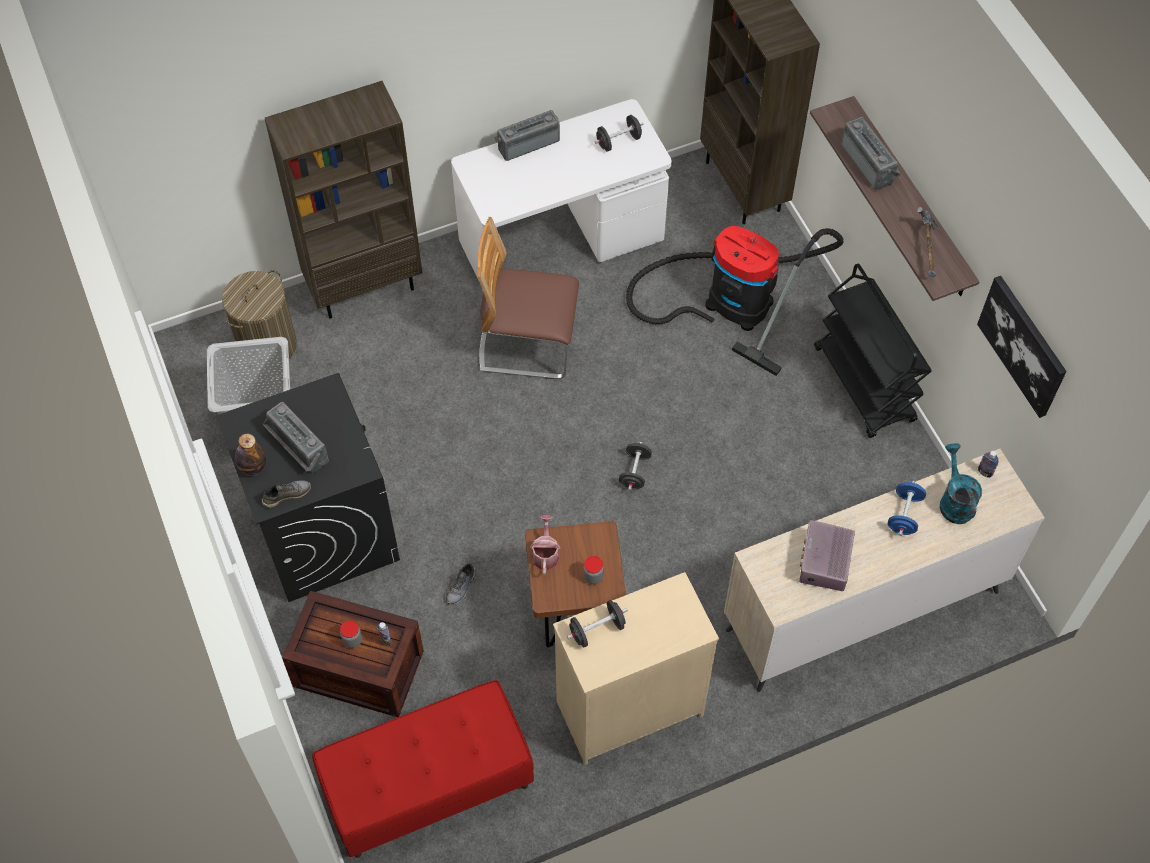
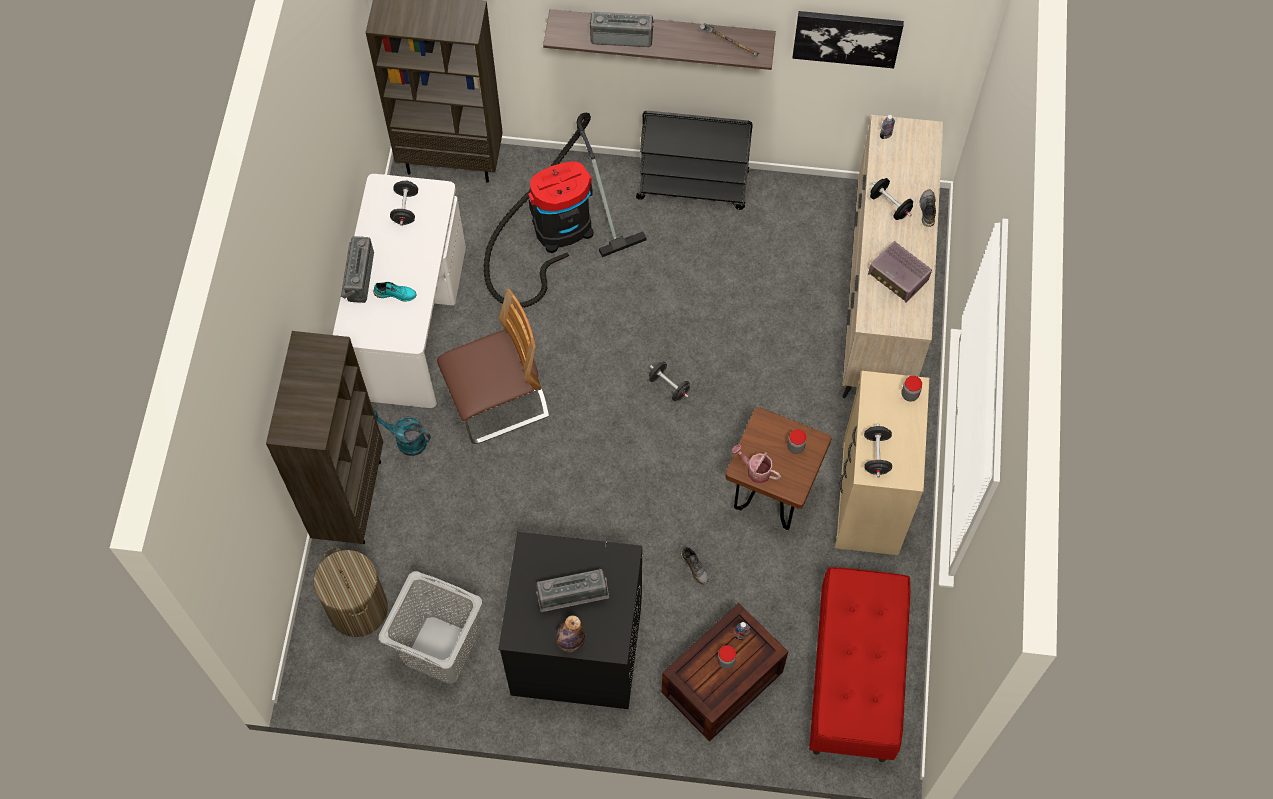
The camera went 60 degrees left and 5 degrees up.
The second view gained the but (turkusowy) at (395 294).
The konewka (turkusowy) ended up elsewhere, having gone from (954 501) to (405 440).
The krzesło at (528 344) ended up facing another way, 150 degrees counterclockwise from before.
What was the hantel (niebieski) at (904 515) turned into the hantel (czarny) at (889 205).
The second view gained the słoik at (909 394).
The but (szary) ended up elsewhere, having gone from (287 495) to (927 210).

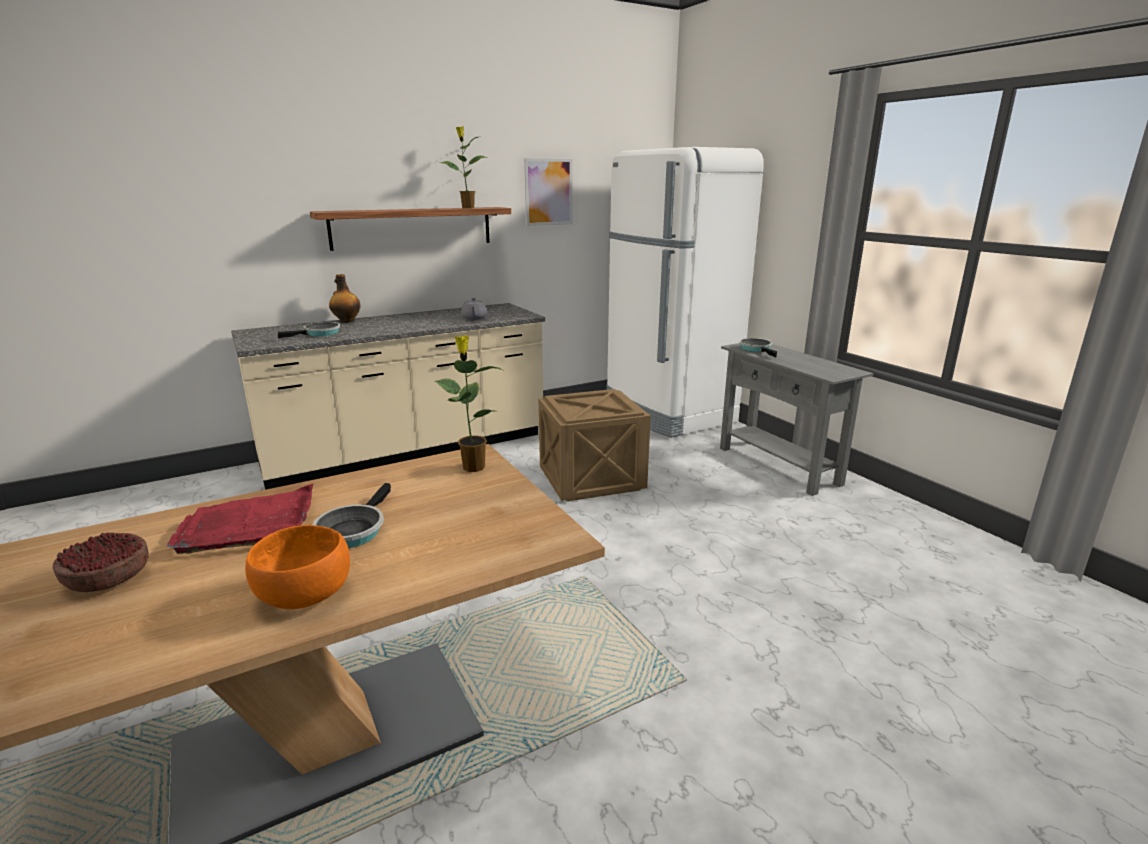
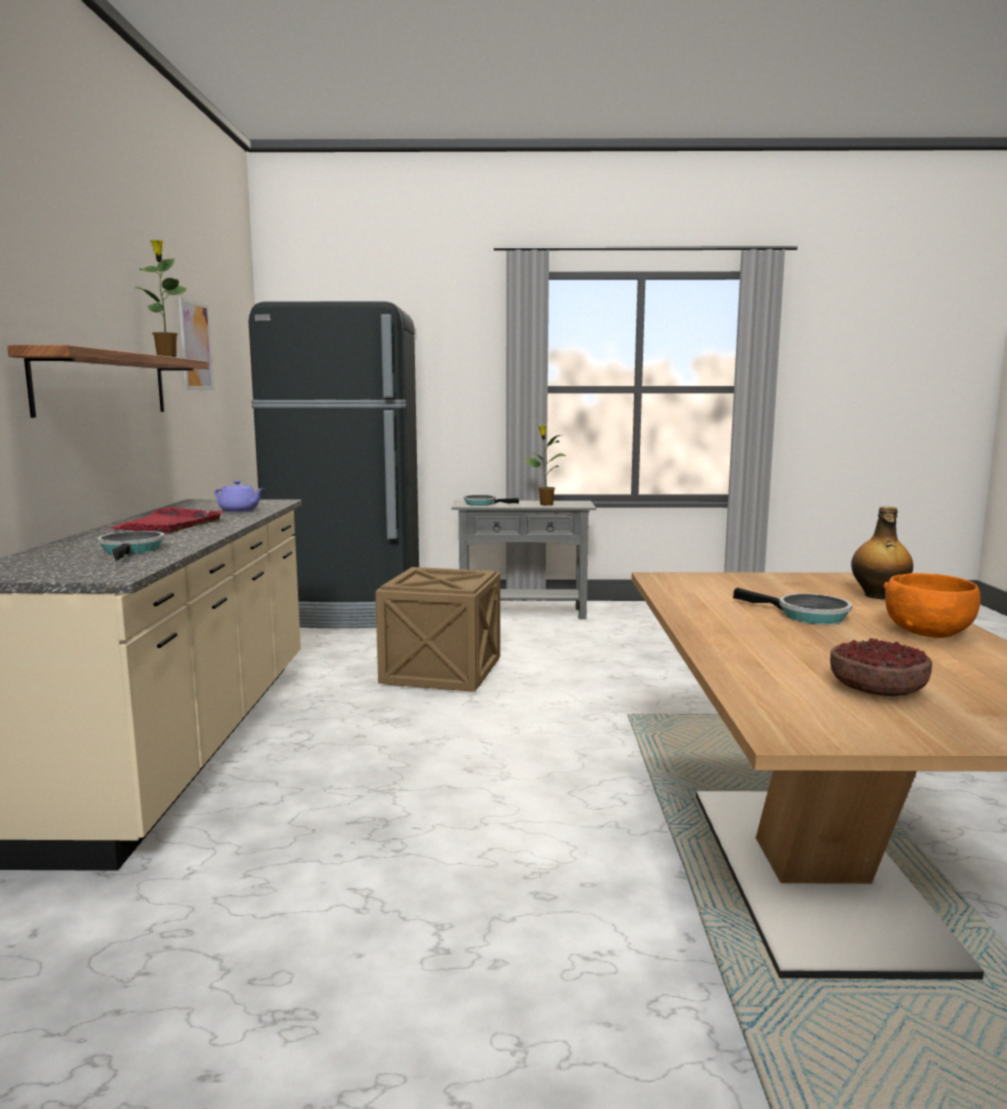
The camera went 60 degrees left and 10 degrees down.
The taca (czerwony) ended up elsewhere, having gone from (249 524) to (168 525).
What was the imbryk (szary) at (474 318) turned into the imbryk (fioletowy) at (240 511).
What was the lodówka (biały) at (668 413) turned into the lodówka (czarny) at (347 613).
The roślina doniczkowa ended up elsewhere, having gone from (473 466) to (545 504).
The butelka ended up elsewhere, having gone from (346 321) to (878 596).

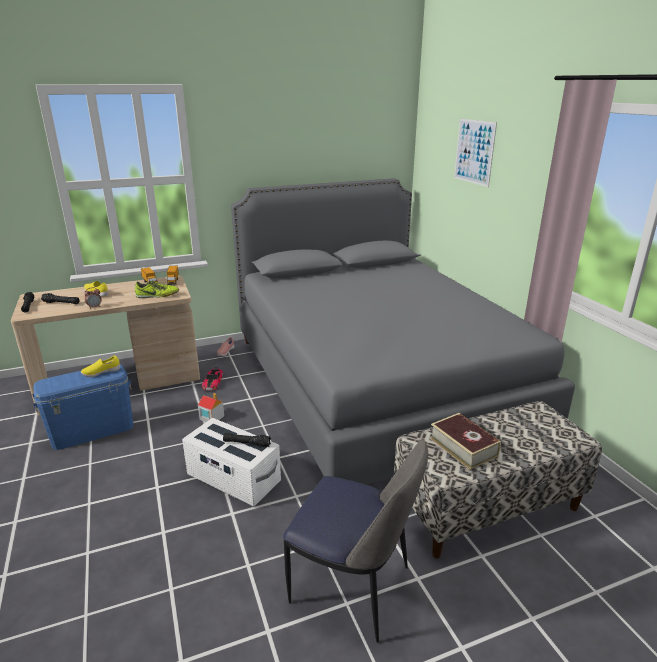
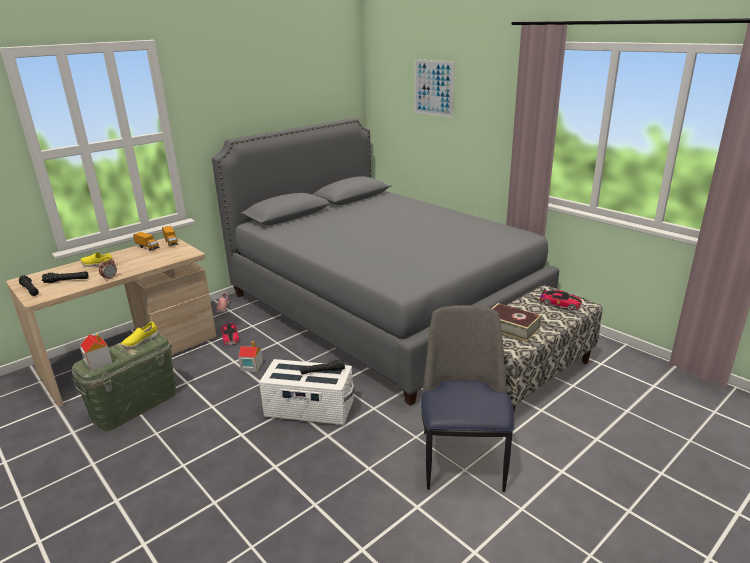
The camera went 20 degrees left and 0 degrees up.
What was the pojemnik do przechowywania (niebieski) at (92 430) turned into the pojemnik do przechowywania (zielony) at (135 405).
The second view gained the domek at (98 362).
The krzesło at (353 587) ended up facing another way, 90 degrees counterclockwise from before.
The second view gained the samochodzik at (560 303).
The second view lost the but at (157 296).

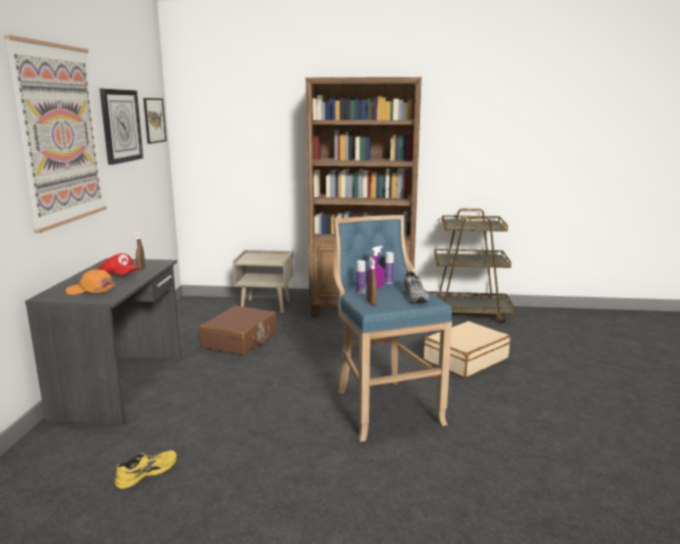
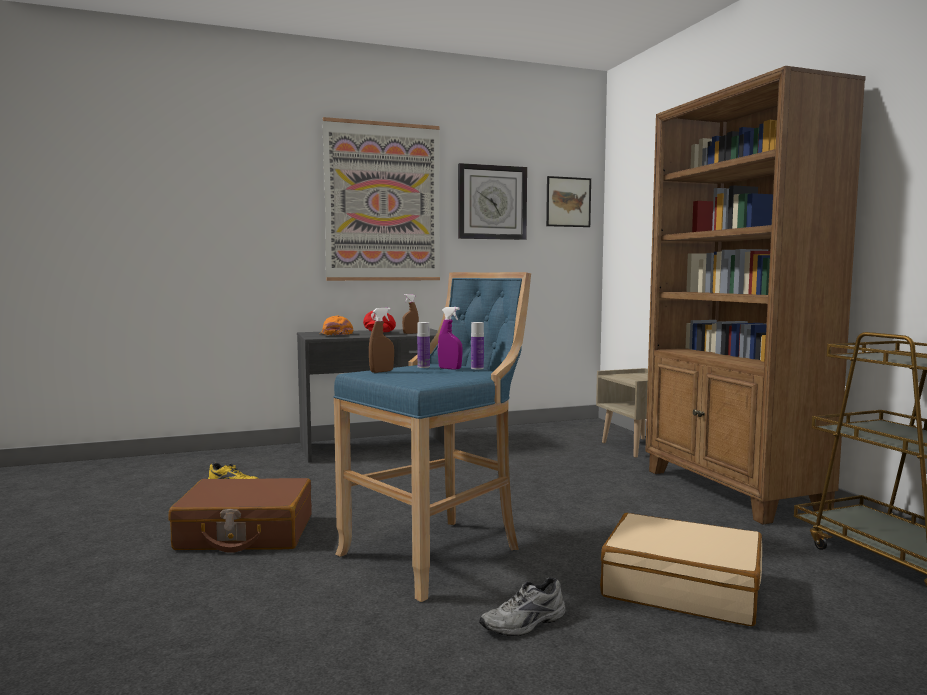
The camera went 65 degrees right and 10 degrees down.
The walizka (brązowy) ended up elsewhere, having gone from (240 340) to (245 533).
The but (szary) ended up elsewhere, having gone from (416 297) to (525 624).

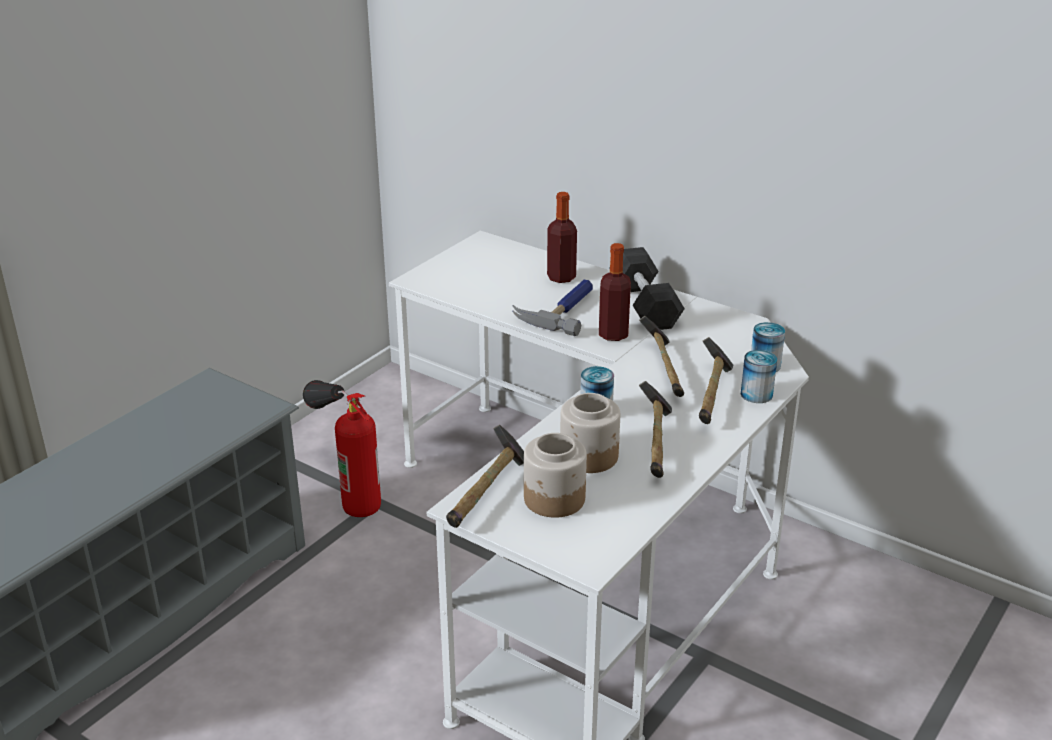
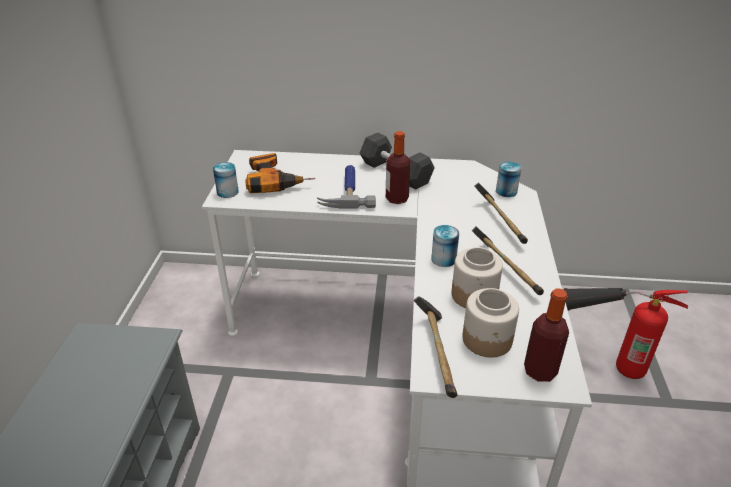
The camera went 30 degrees left and 5 degrees up.
The puszka ended up elsewhere, having gone from (756 394) to (227 192).
The second view gained the wiertarka at (275 180).
The butelka ended up elsewhere, having gone from (561 277) to (540 371).
The gaśnica ended up elsewhere, having gone from (347 487) to (602 358).
The second view lost the młotek at (665 370).

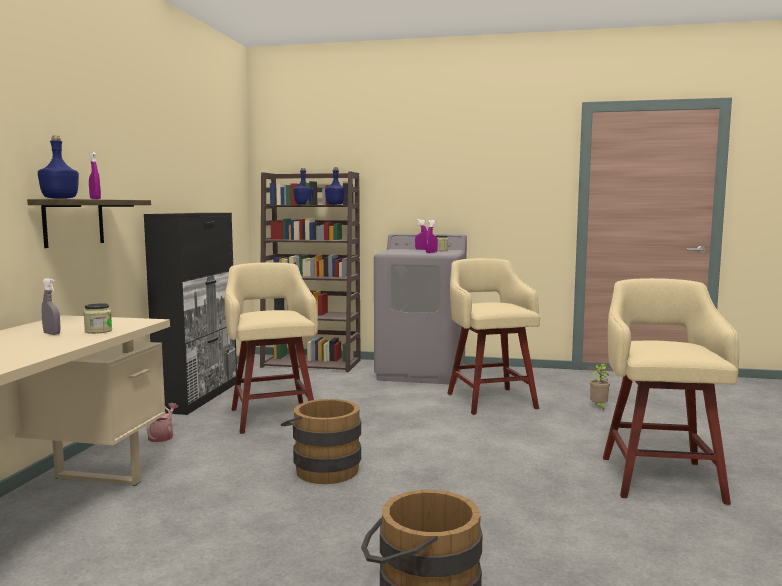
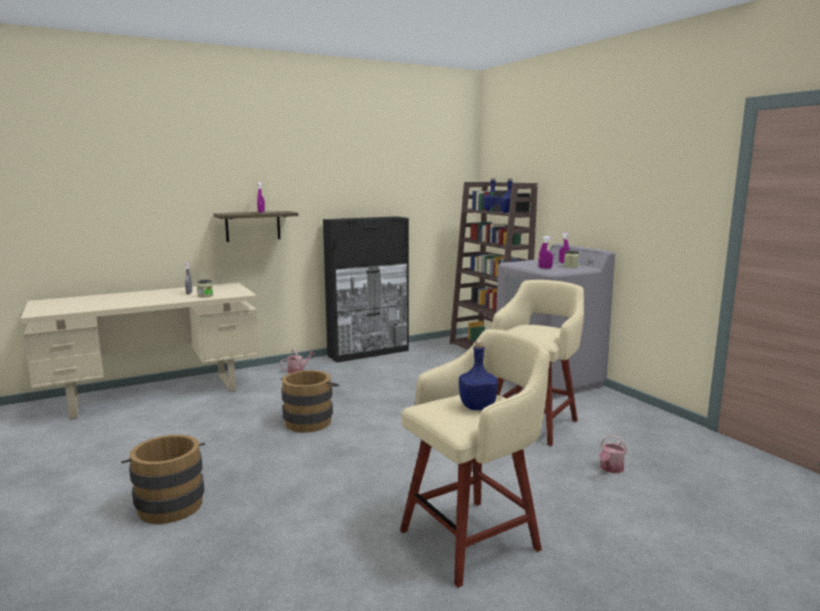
The camera went 50 degrees right and 5 degrees up.
The butelka (niebieski) ended up elsewhere, having gone from (59 198) to (476 407).
Where the roślina doniczkowa stood at (598 407), the konewka came to stand at (610 469).
The second view lost the stołek (beżowy) at (273 415).

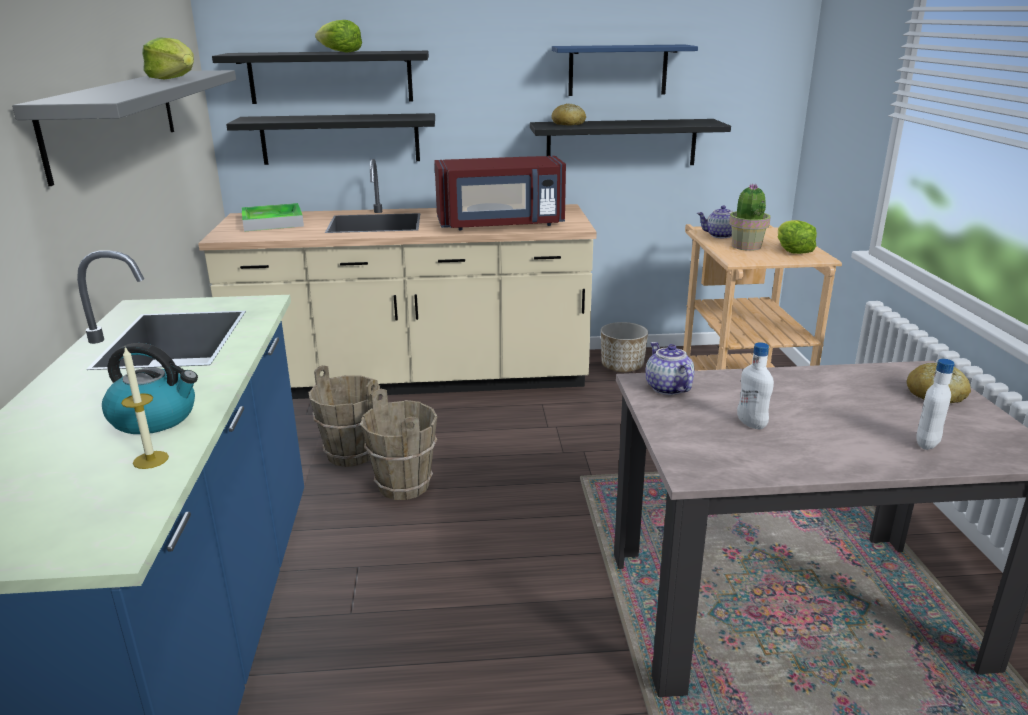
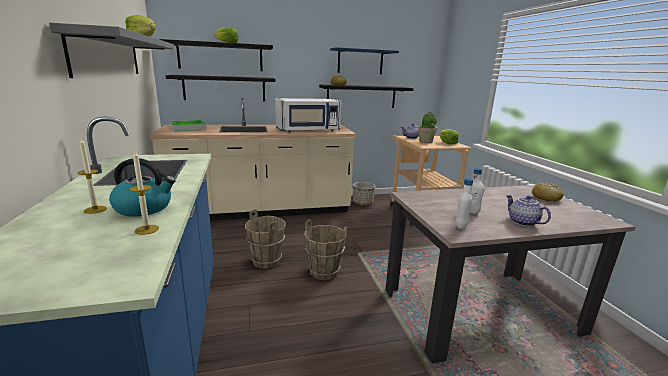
The camera went 10 degrees left and 5 degrees down.
The second view gained the świeca at (95 209).
What was the mikrofalówka (czerwony) at (501 224) turned into the mikrofalówka (biały) at (308 130).
The wiadro (brązowy) ended up elsewhere, having gone from (350 454) to (324 272).
The butelka (biały) ended up elsewhere, having gone from (927 444) to (461 226).
The imbryk ended up elsewhere, having gone from (667 388) to (522 222).

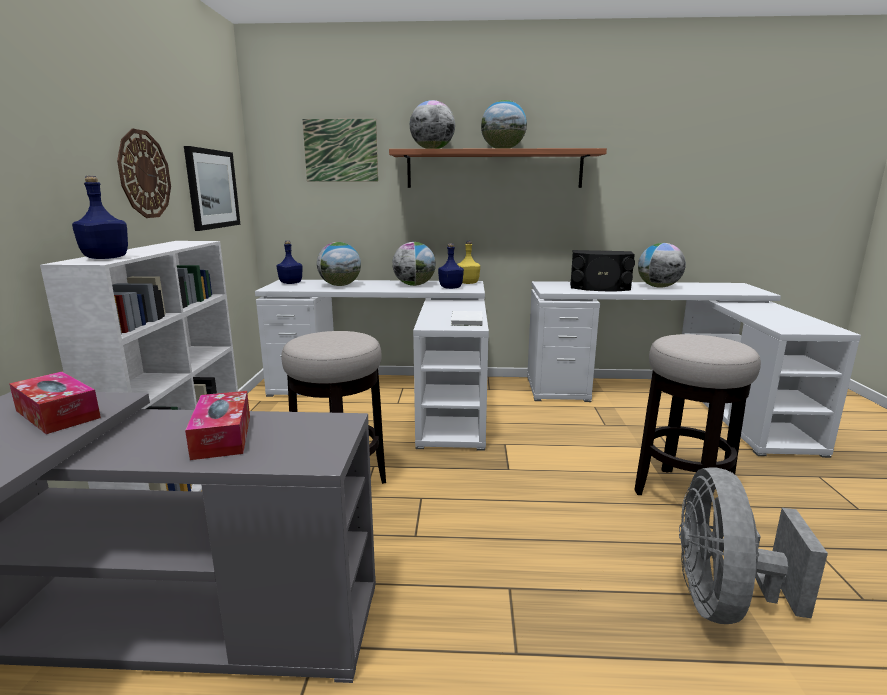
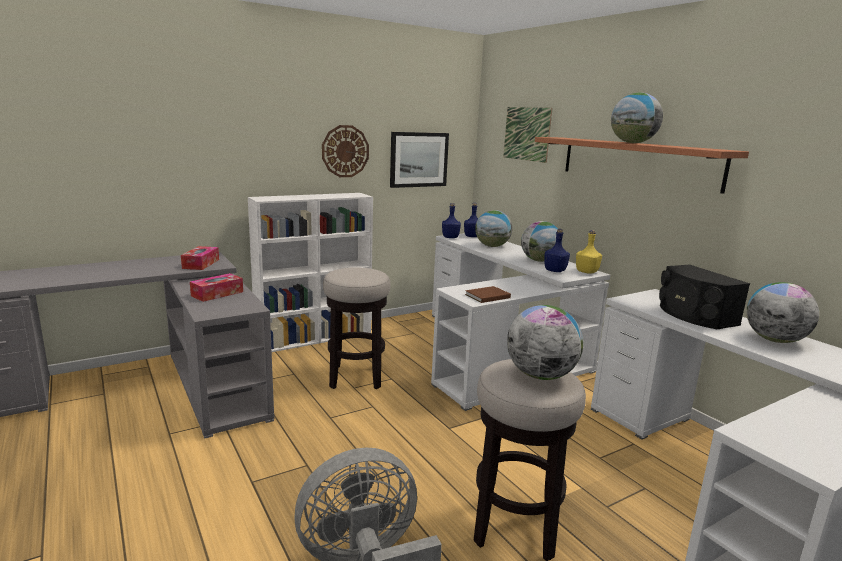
The camera went 55 degrees right and 0 degrees up.
The butelka (niebieski) ended up elsewhere, having gone from (106 258) to (450 237).
What was the książka (biały) at (466 321) turned into the książka (brązowy) at (486 296).
The globus ended up elsewhere, having gone from (432 149) to (540 375).

